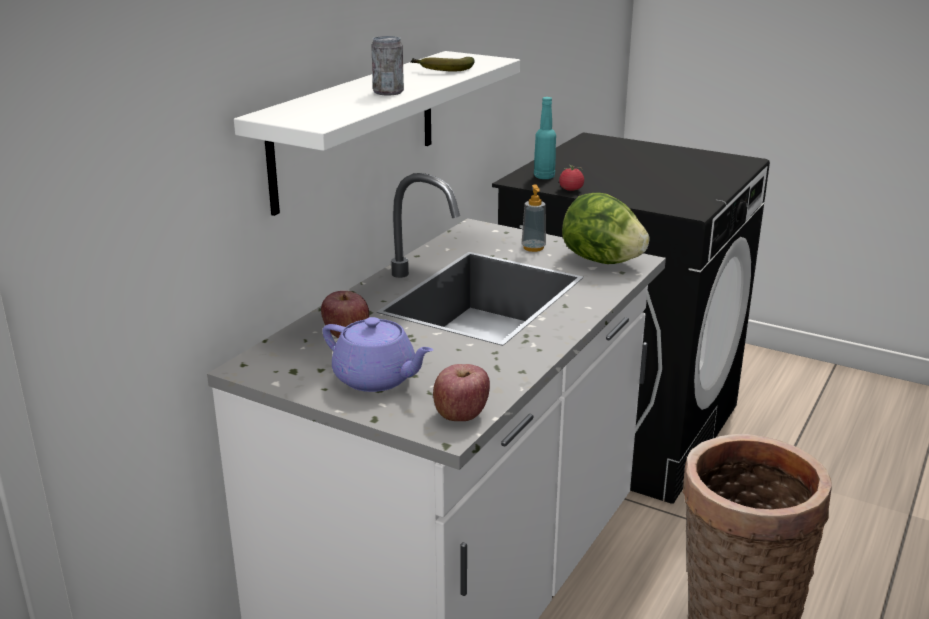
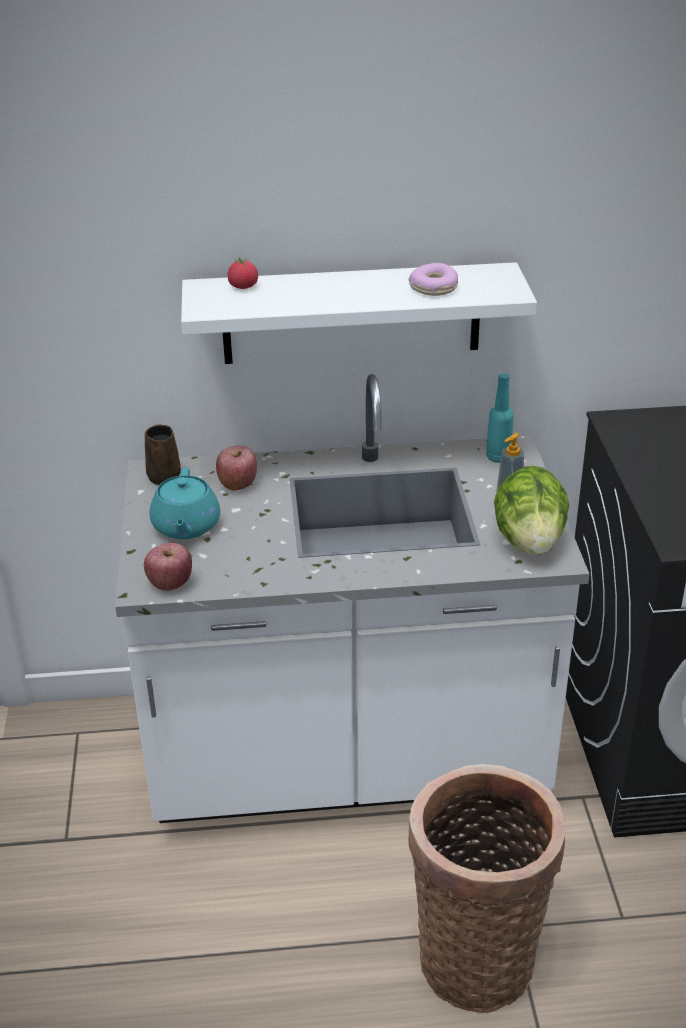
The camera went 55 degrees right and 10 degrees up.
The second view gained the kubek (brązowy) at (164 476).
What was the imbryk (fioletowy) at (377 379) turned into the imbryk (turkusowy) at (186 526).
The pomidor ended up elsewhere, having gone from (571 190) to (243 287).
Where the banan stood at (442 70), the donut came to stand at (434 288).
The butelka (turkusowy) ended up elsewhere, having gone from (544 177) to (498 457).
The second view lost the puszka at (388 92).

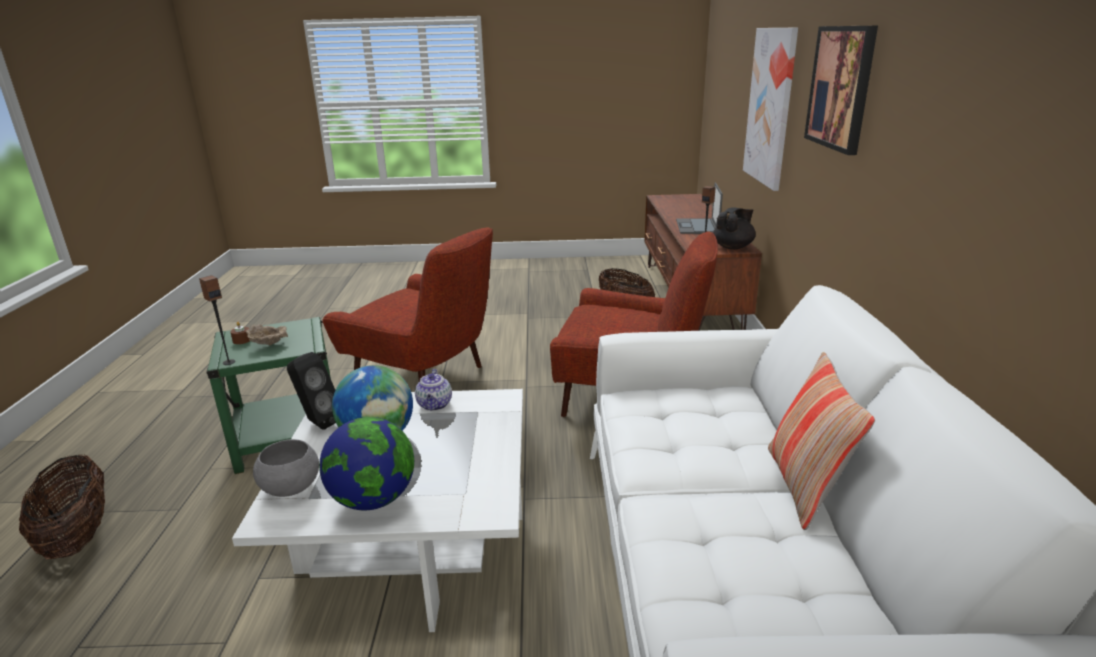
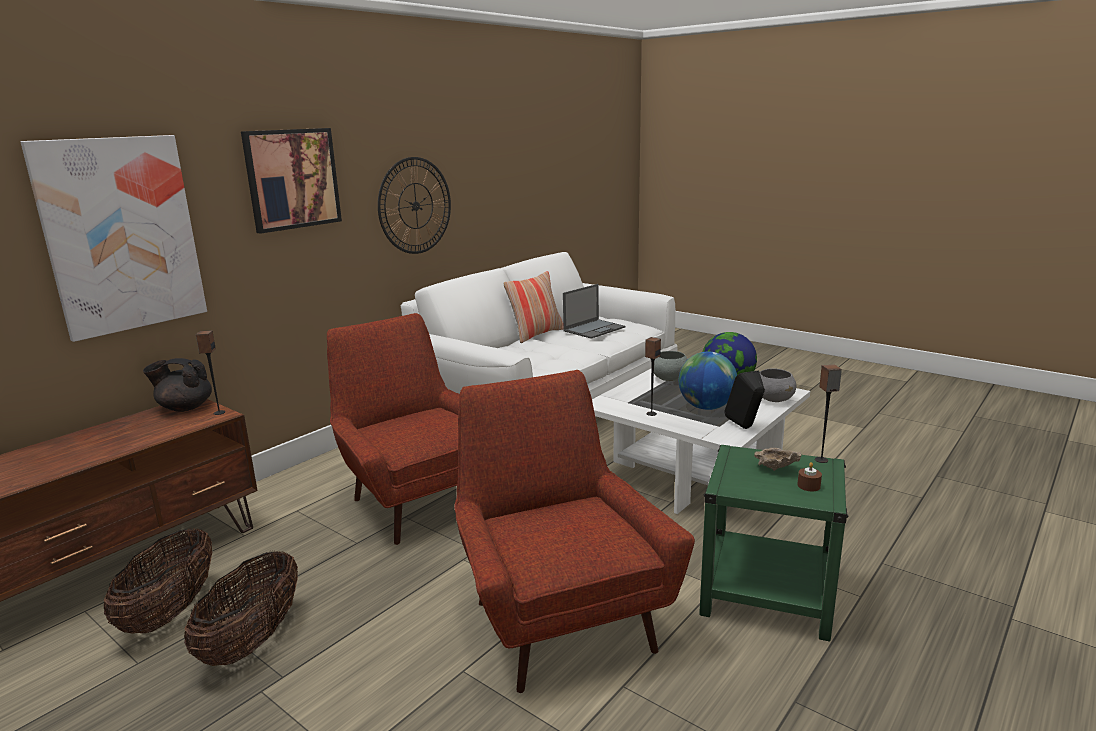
The camera went 140 degrees left and 5 degrees down.
The koszyk ended up elsewhere, having gone from (78 536) to (253 640).
The second view gained the zegar ścienny at (415 206).
The laptop ended up elsewhere, having gone from (697 227) to (594 329).
Where the imbryk stood at (435 405), the głośnik came to stand at (651 413).
The second view gained the miska (szary) at (670 379).

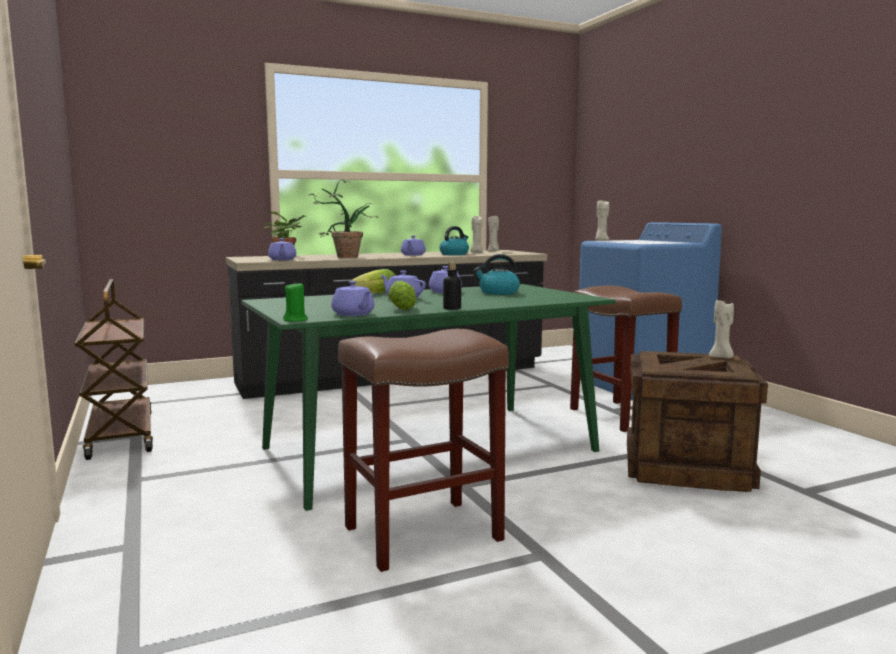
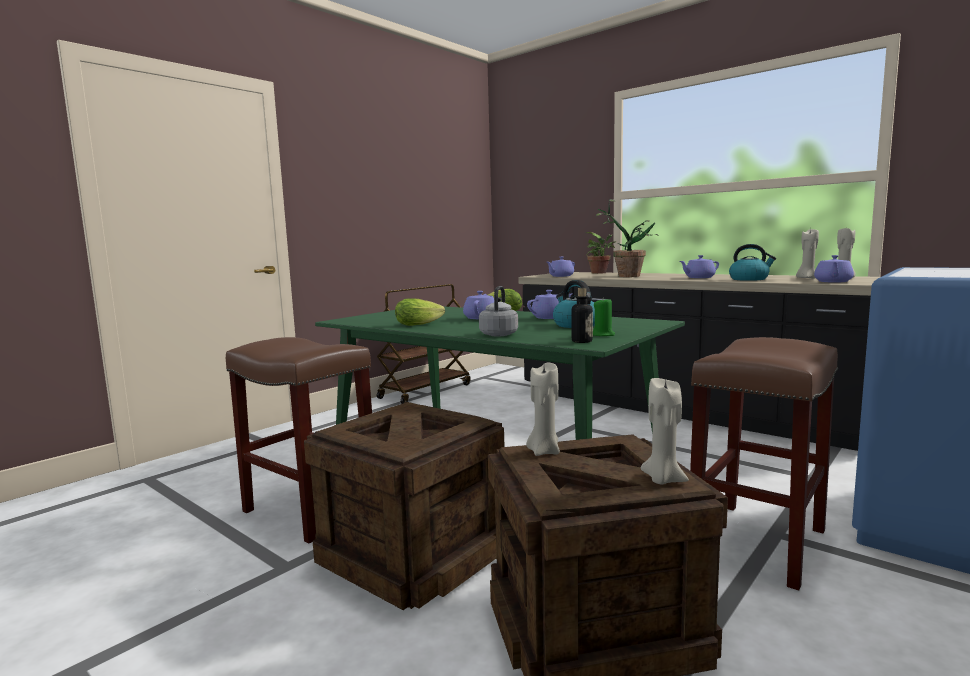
The camera went 65 degrees right and 0 degrees up.
The second view gained the skrzynka at (413 556).
The second view gained the czajnik (szary) at (499 334).
The świeca (beżowy) ended up elsewhere, having gone from (601 240) to (544 451).
The butelka ended up elsewhere, having gone from (452 308) to (582 341).
The świeca (zielony) ended up elsewhere, having gone from (296 320) to (603 335).
The imbryk (fioletowy) ended up elsewhere, having gone from (353 314) to (833 282).

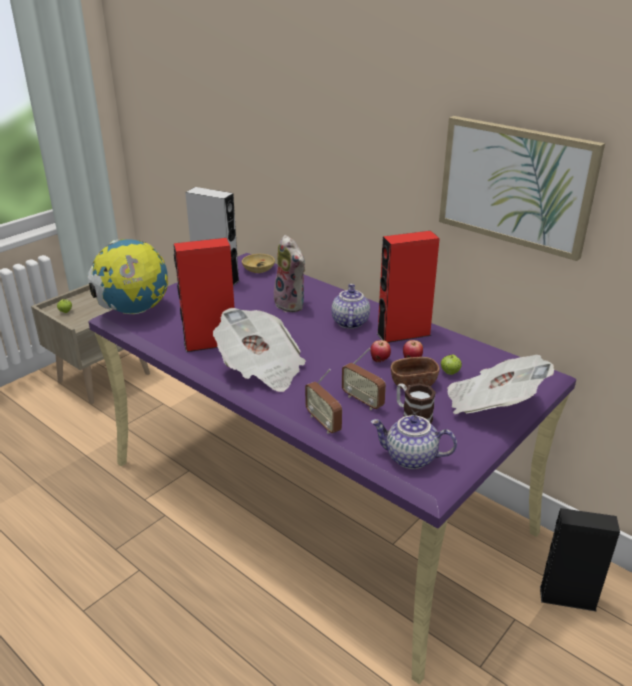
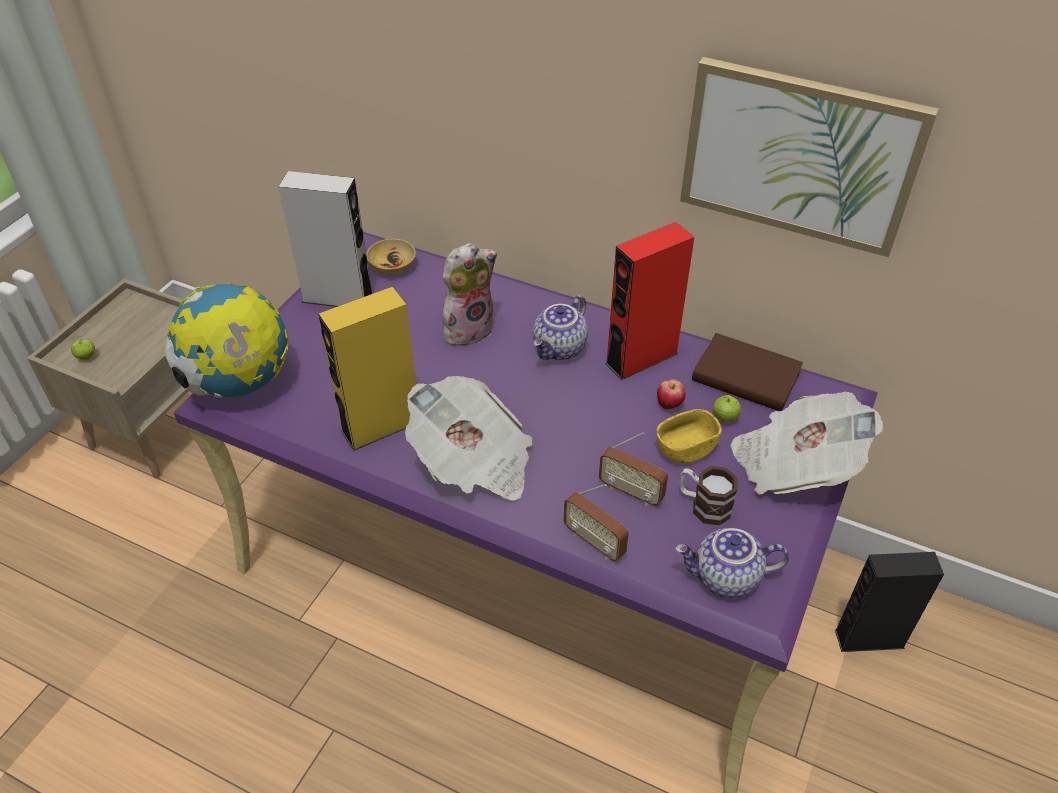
The camera went 15 degrees left and 15 degrees up.
What was the głośnik (czerwony) at (210 343) turned into the głośnik (żółty) at (381 426).
The pluszak at (292 304) ended up facing another way, 75 degrees counterclockwise from before.
The imbryk at (349 322) ended up facing another way, 135 degrees counterclockwise from before.
What was the miska (brązowy) at (413 384) turned into the miska (żółty) at (686 448).
The second view gained the książka (brązowy) at (745 377).
The second view lost the jabłko at (380 361).

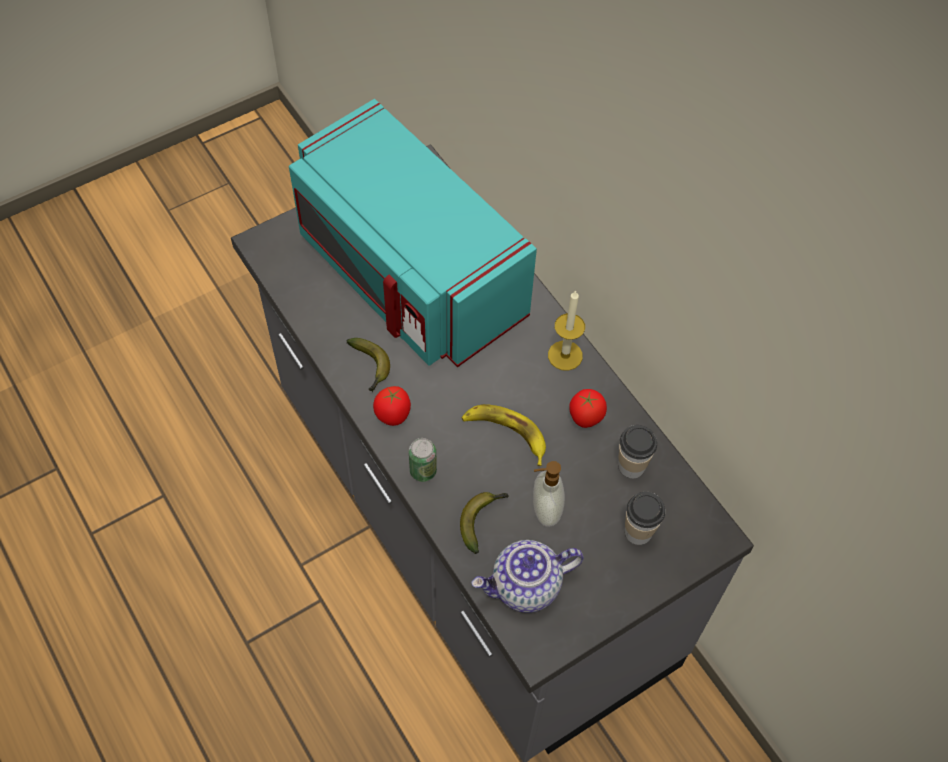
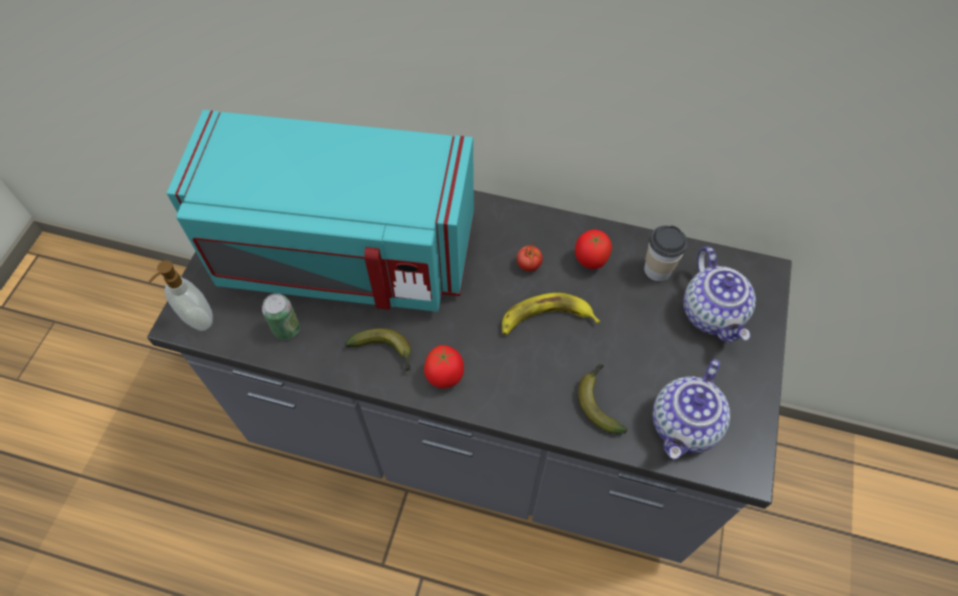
The camera went 40 degrees left and 0 degrees up.
The dozownik mydła ended up elsewhere, having gone from (544 510) to (197 319).
The puszka ended up elsewhere, having gone from (423 471) to (286 329).
The second view gained the pomidor at (528 265).
Where the filiżanka stood at (638 531), the imbryk came to stand at (713 314).
The second view lost the świeca at (565 355).

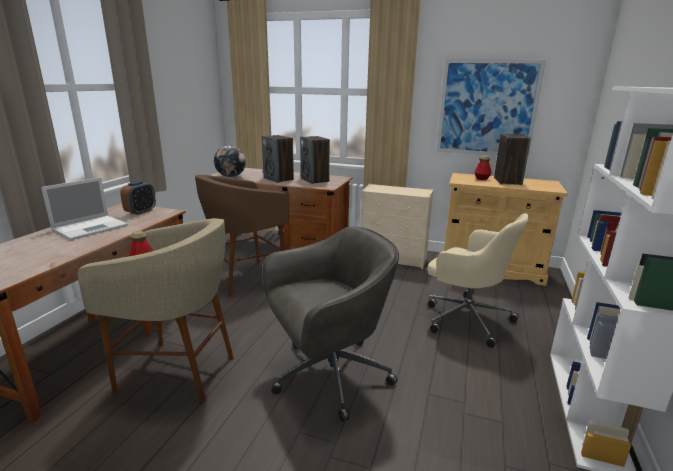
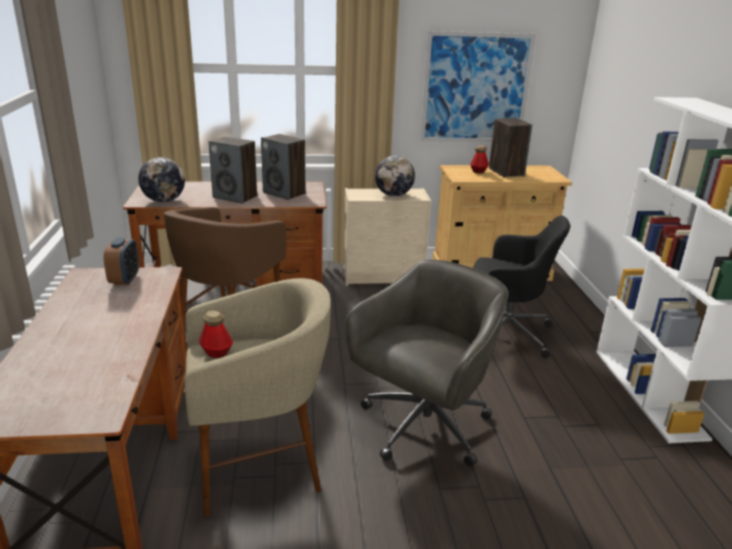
The camera went 25 degrees left and 5 degrees up.
The second view gained the globus at (393 195).
What was the krzesło biurowe (beżowy) at (466 318) turned into the krzesło biurowe (czarny) at (504 332).
The second view lost the laptop at (91 227).

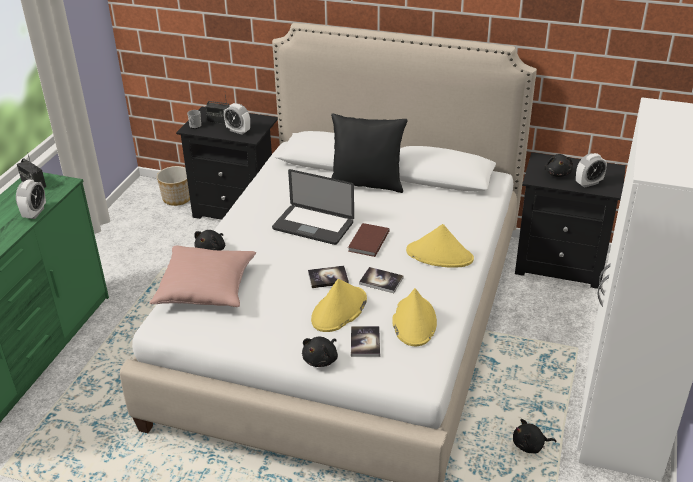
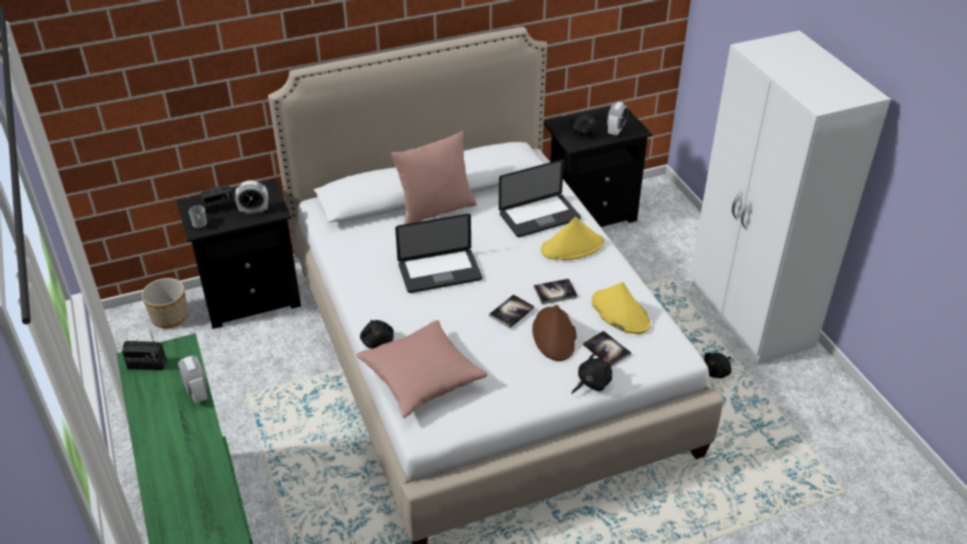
The camera went 40 degrees left and 5 degrees up.
What was the poduszka (czarny) at (367 184) turned into the poduszka (różowy) at (435 210).
The second view gained the laptop at (539 217).
What was the kapelusz (żółty) at (339 310) turned into the kapelusz (brązowy) at (554 335).
The pluszak (czarny) at (321 359) ended up facing another way, 120 degrees counterclockwise from before.
The second view lost the książka (brązowy) at (367 241).

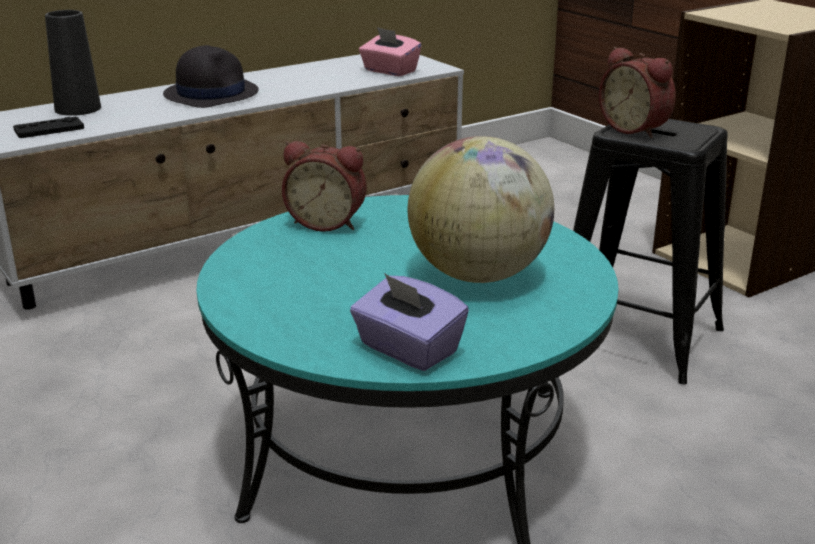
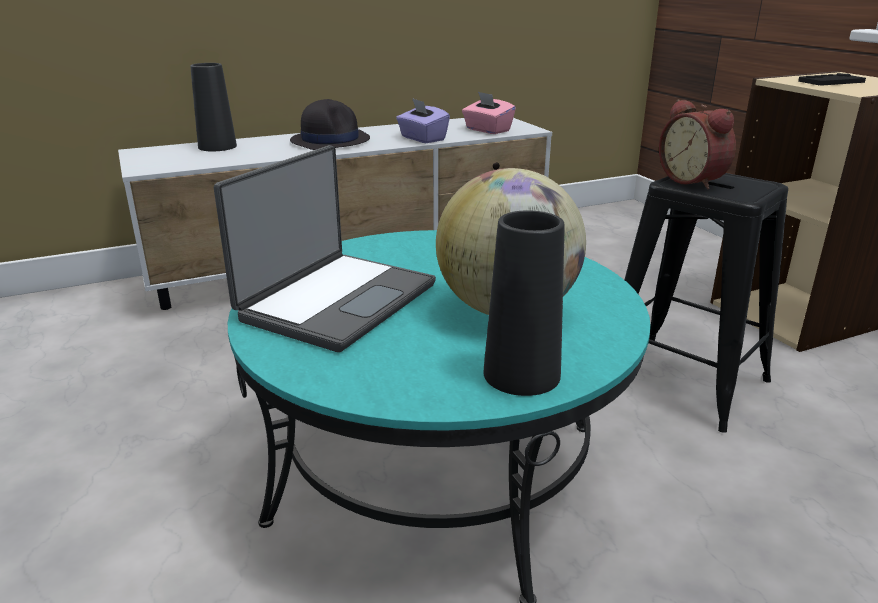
The camera went 10 degrees right and 0 degrees up.
The second view gained the laptop at (336 301).
The pudełko chusteczek (fioletowy) ended up elsewhere, having gone from (407 349) to (422 139).
The second view gained the wazon (czarny) at (521 374).
The pad do gier (czarny) ended up elsewhere, having gone from (49 129) to (831 81).
The second view lost the budzik at (327 223).

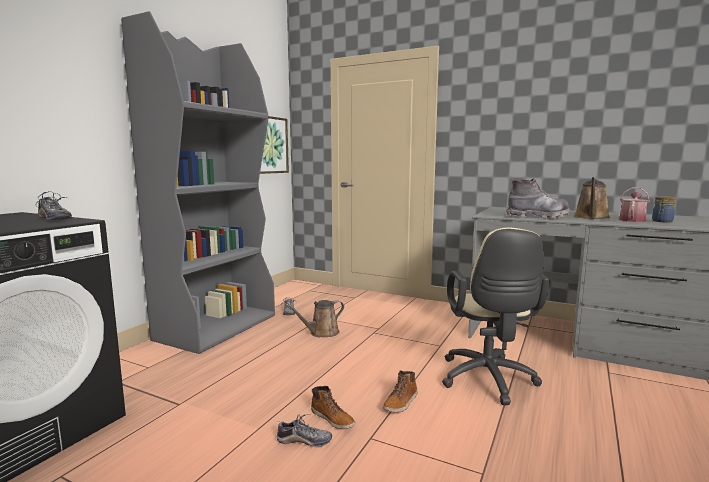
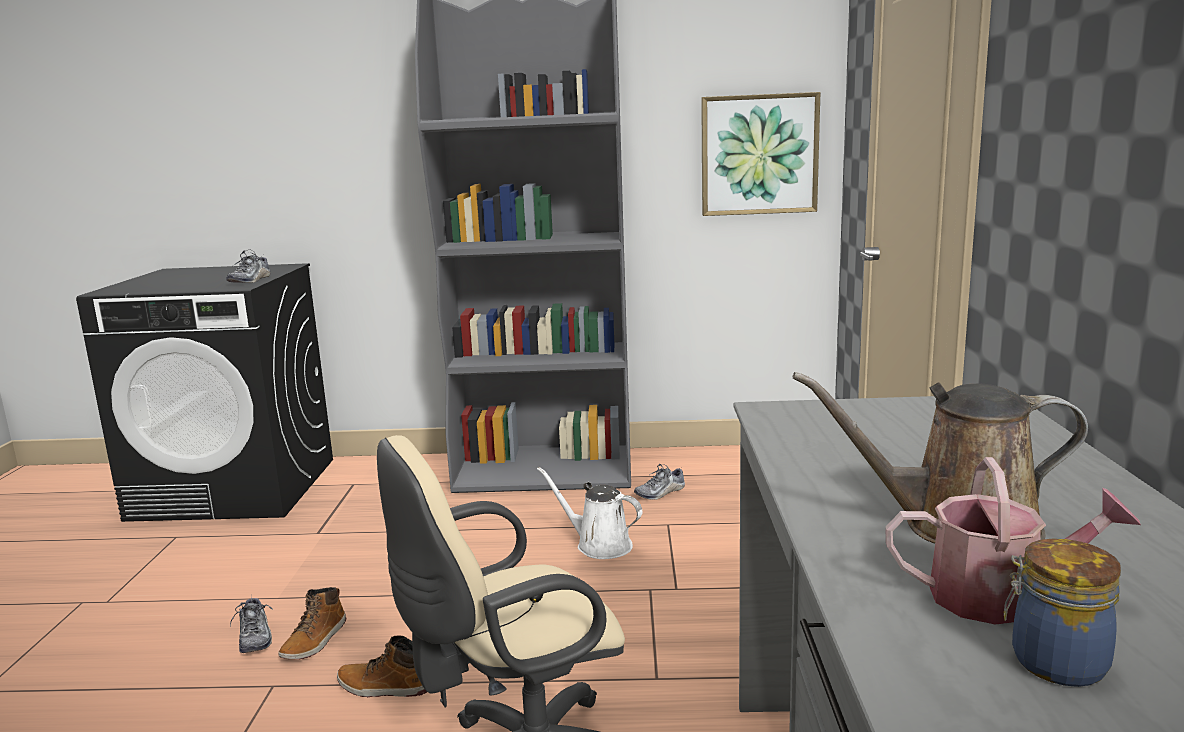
The camera went 65 degrees right and 5 degrees up.
What was the konewka (brązowy) at (321 333) turned into the konewka (biały) at (599 545).
The second view lost the but z cholewką (szary) at (537 217).

